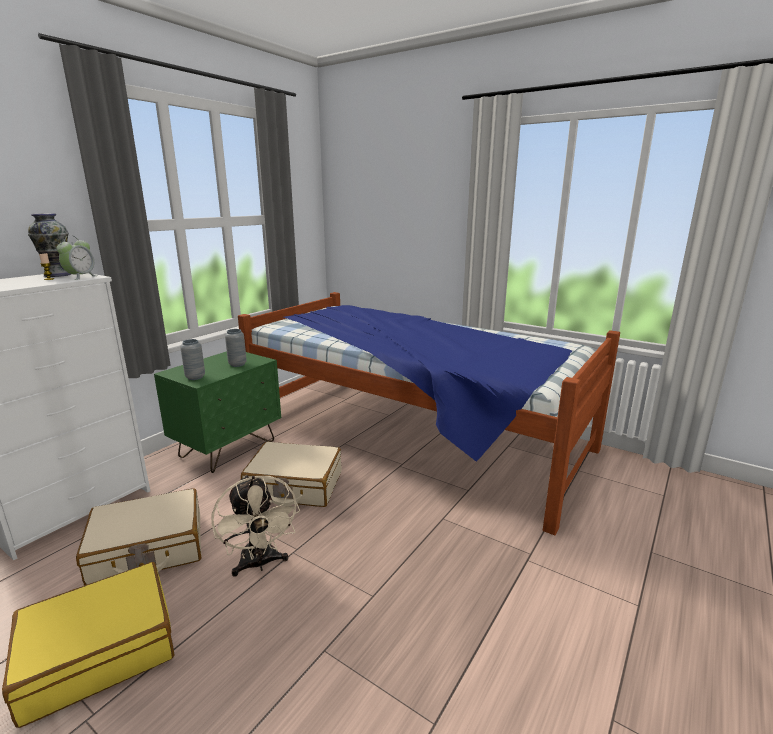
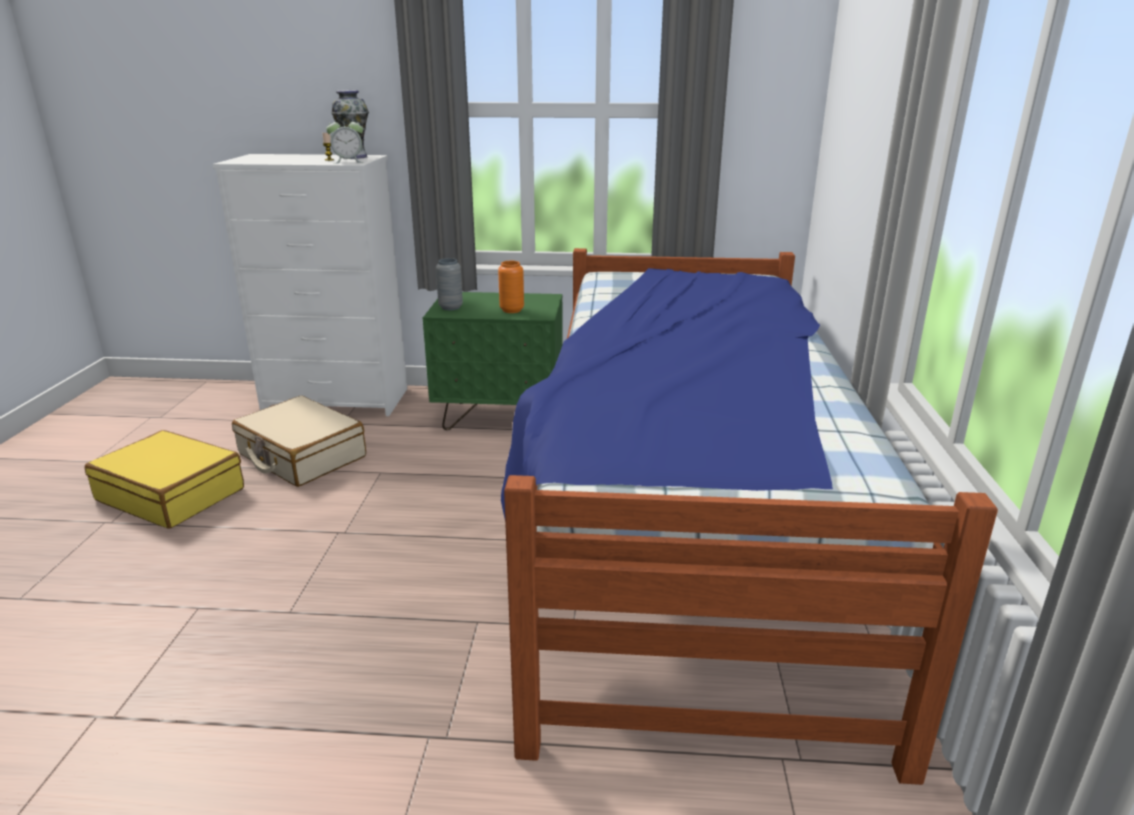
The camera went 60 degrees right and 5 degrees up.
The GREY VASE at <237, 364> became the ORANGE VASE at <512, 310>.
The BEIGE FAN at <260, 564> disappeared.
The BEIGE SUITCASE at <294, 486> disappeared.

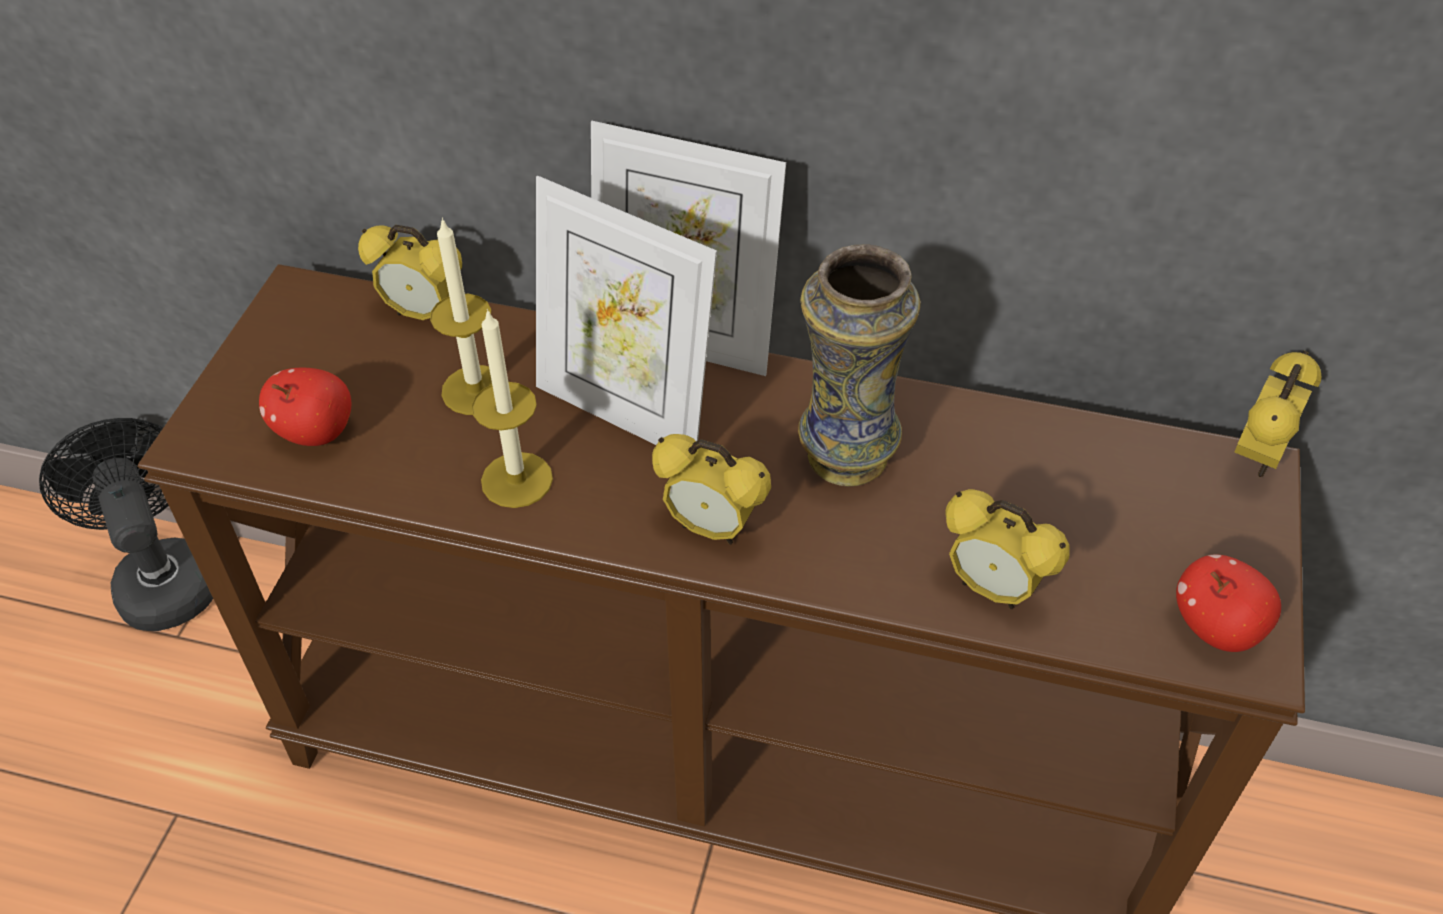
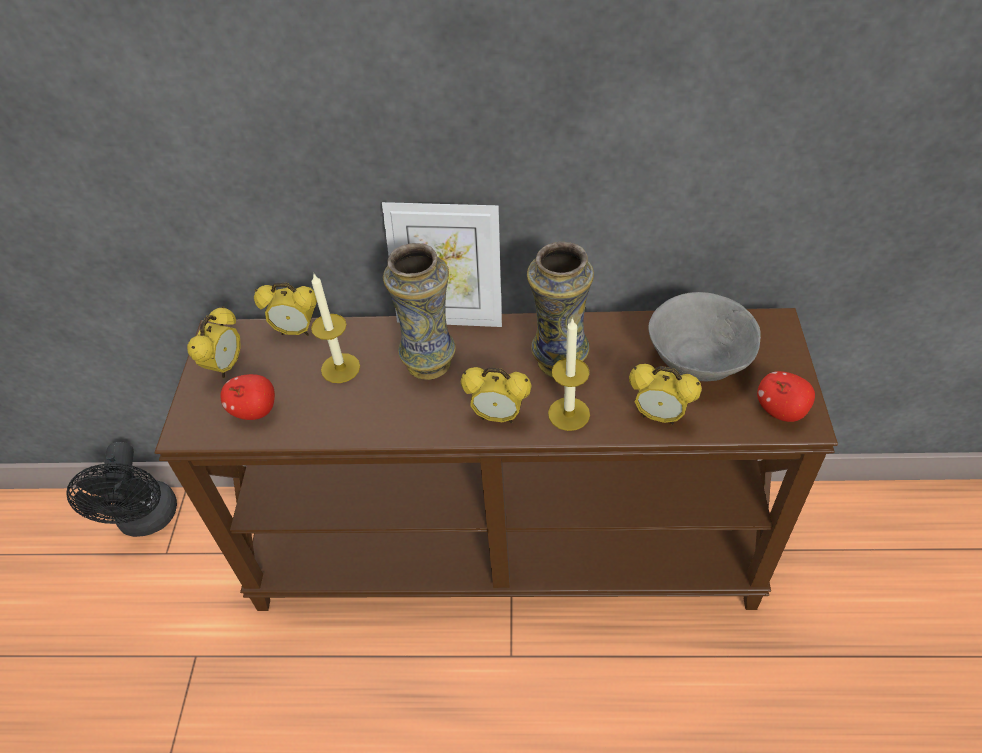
The camera went 10 degrees left and 0 degrees up.
The BLACK FAN at <163, 577> turned 150 degrees counterclockwise.
The ALARM CLOCK moved from <1258, 457> to <226, 367>.
The PICTURE FRAME at <625, 411> was replaced by the VASE at <429, 362>.
The CANDLE moved from <517, 480> to <569, 414>.
The GREY BOWL at <696, 361> appeared.

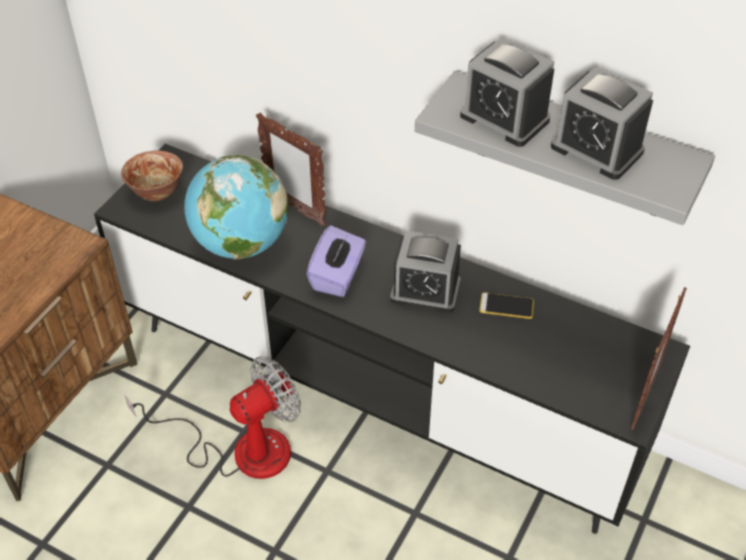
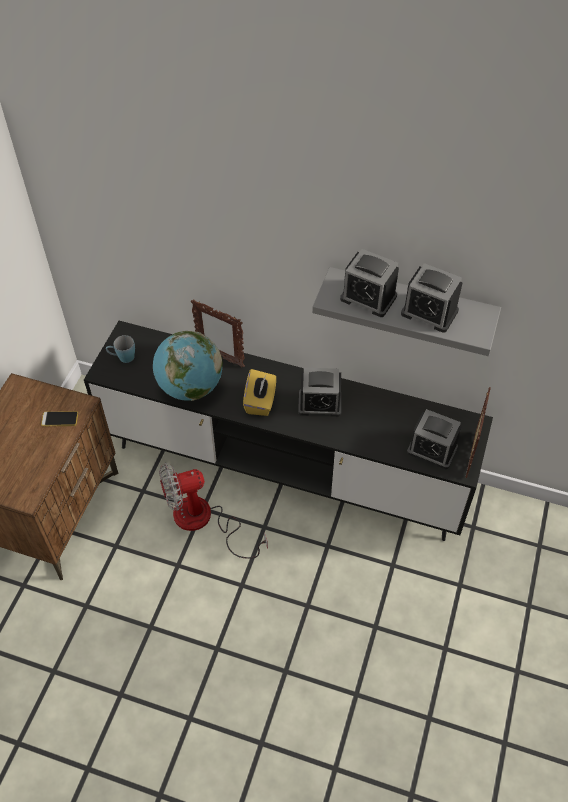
The camera went 10 degrees left and 5 degrees up.
The PHONE moved from <506, 306> to <59, 419>.
The BOWL at <156, 192> was replaced by the BLUE MUG at <122, 357>.
The FAN at <241, 449> turned 150 degrees counterclockwise.
The PURPLE TISSUE BOX at <338, 276> became the YELLOW TISSUE BOX at <260, 401>.
The ALARM CLOCK at <432, 450> appeared.

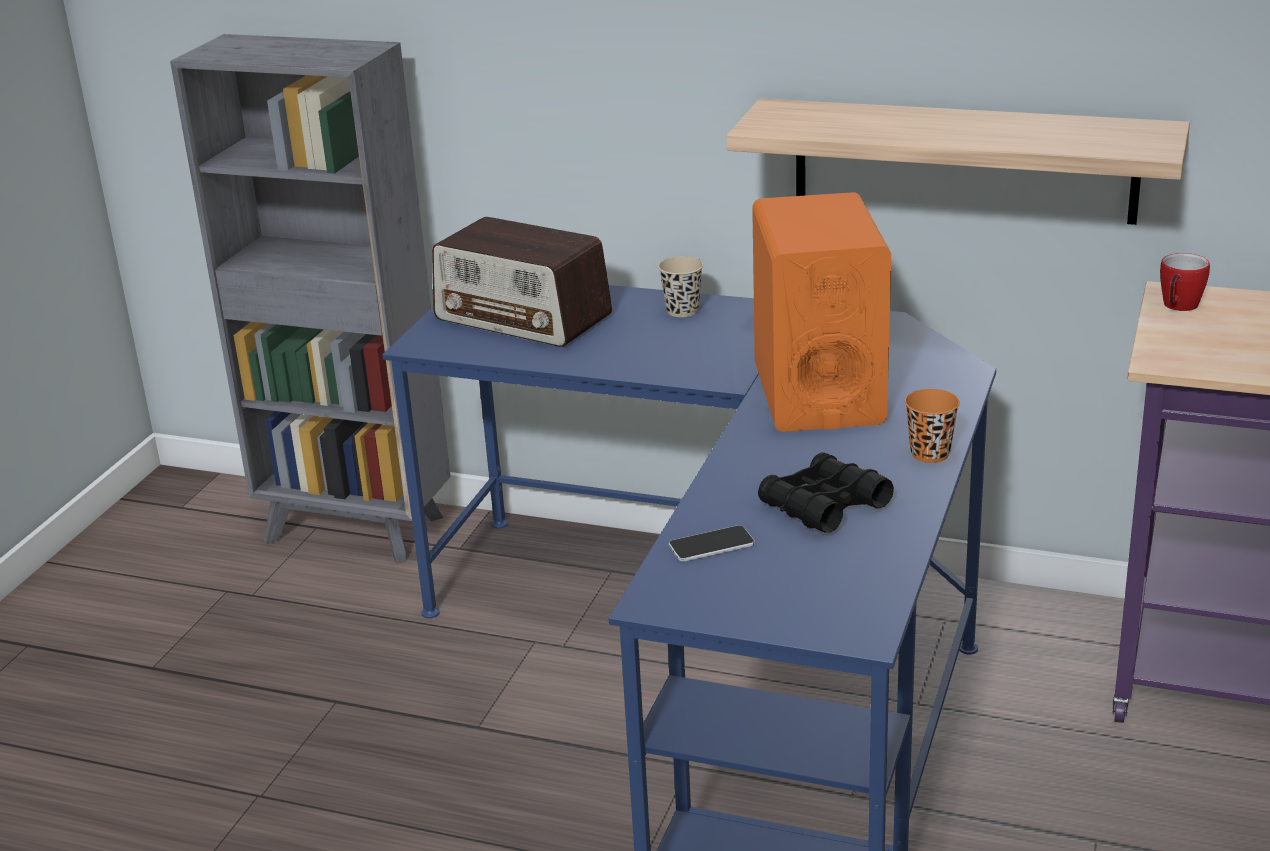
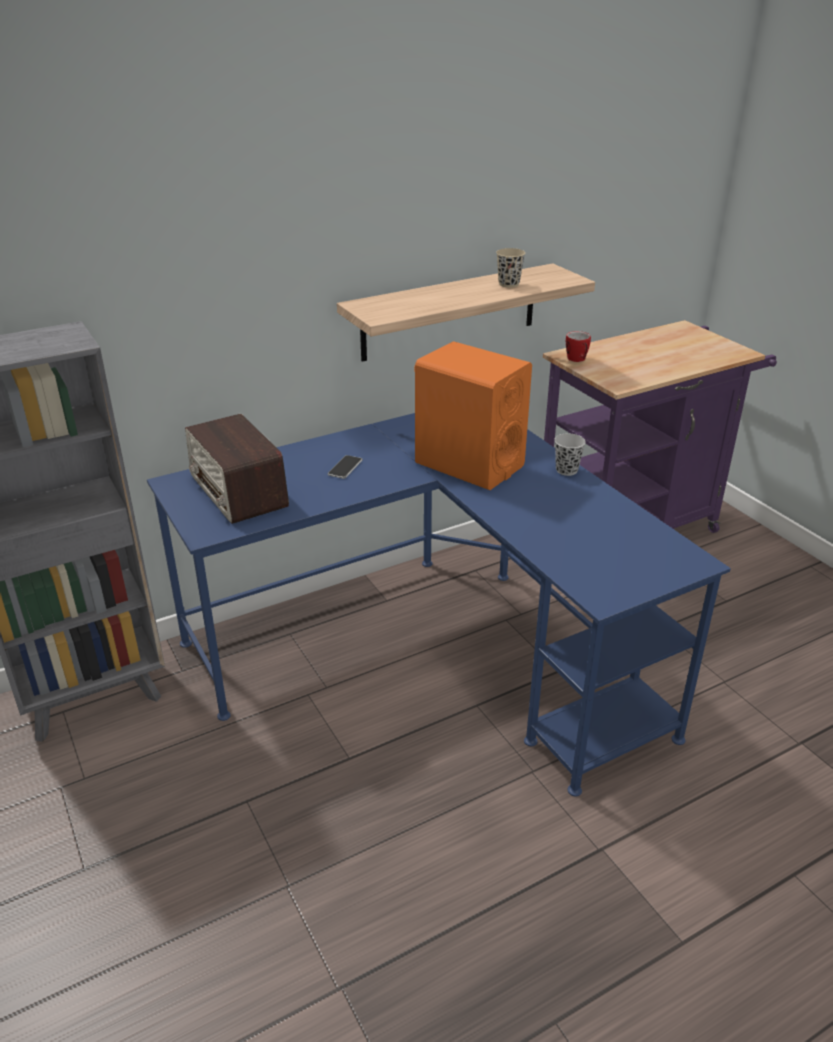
The camera went 50 degrees left and 5 degrees up.
The RADIO at <523, 318> turned 75 degrees clockwise.
The PHONE moved from <711, 545> to <345, 468>.
The BEIGE CUP moved from <682, 311> to <509, 284>.
The ORANGE CUP at <930, 454> became the BLACK CUP at <566, 470>.
The BLACK BINOCULARS at <824, 506> disappeared.

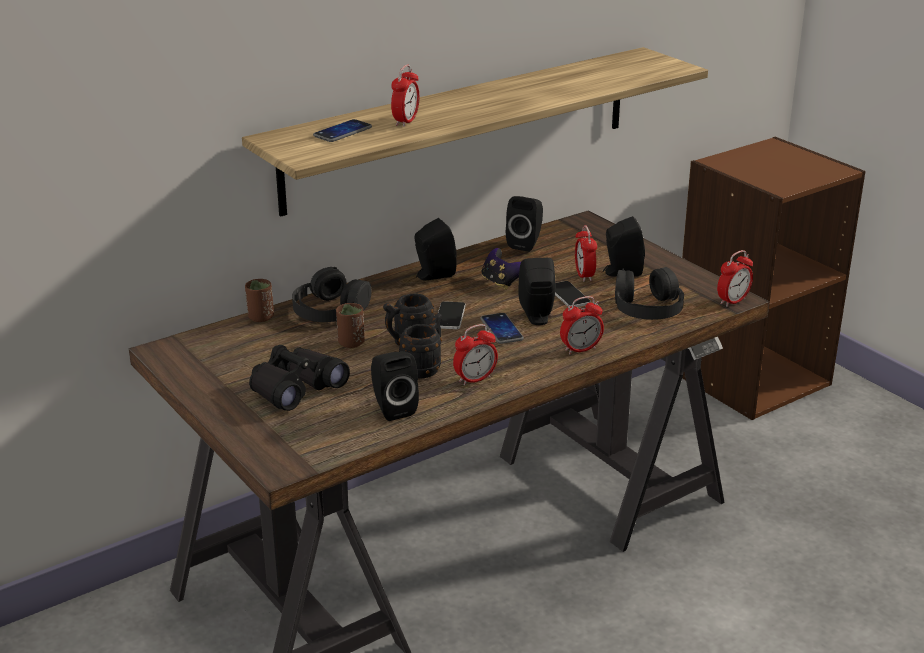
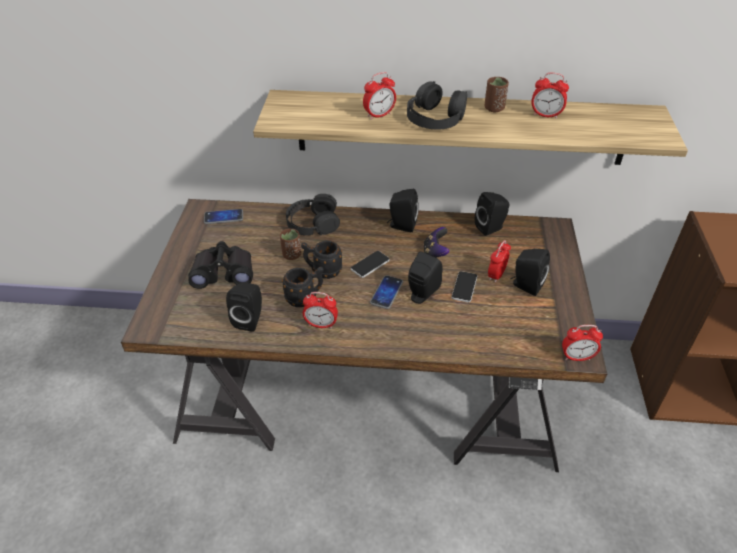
The camera went 40 degrees right and 15 degrees up.
The PHONE moved from <342, 132> to <223, 217>.
The BLACK HEADPHONES moved from <647, 306> to <435, 117>.
The BROWN CUP moved from <261, 317> to <494, 108>.
The ALARM CLOCK moved from <580, 349> to <545, 115>.

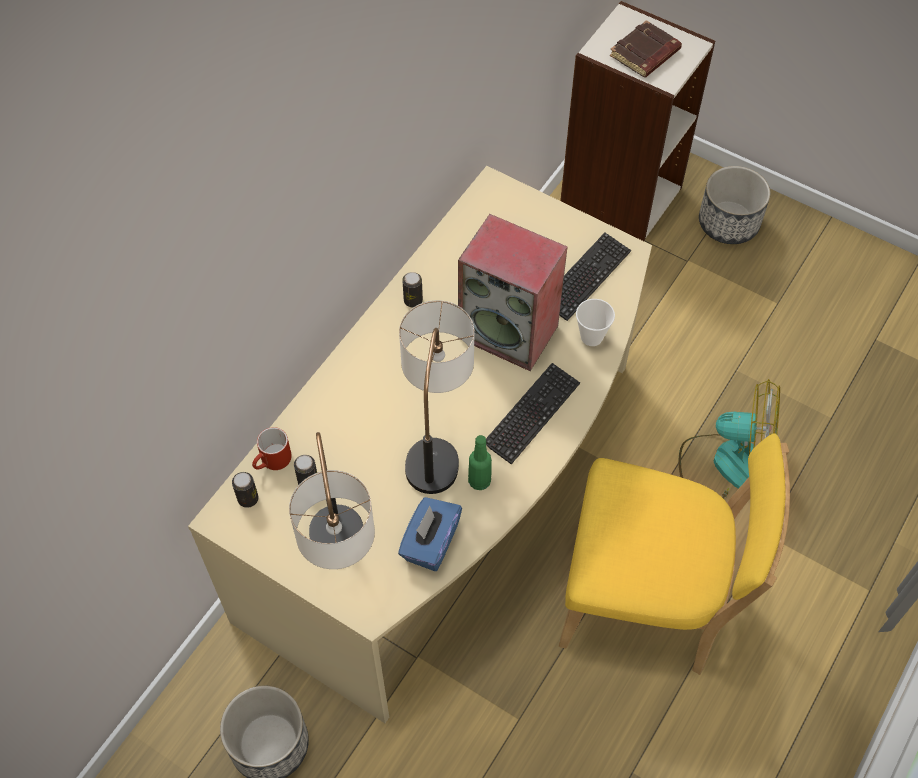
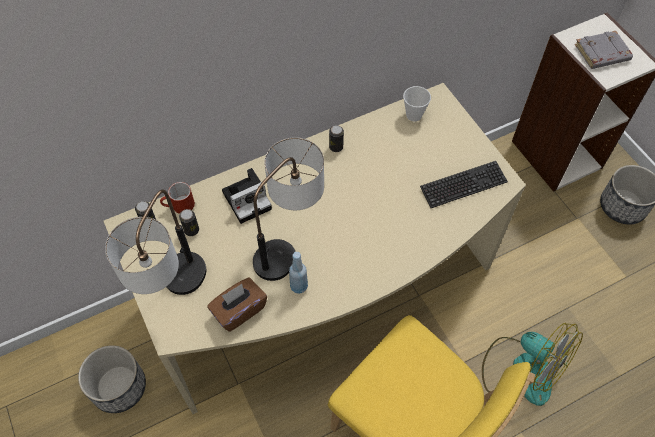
The camera went 30 degrees right and 0 degrees up.
The BLUE TISSUE BOX at <430, 543> became the BROWN TISSUE BOX at <239, 311>.
The PHOTO CAMERA at <248, 199> appeared.
The GREEN BOTTLE at <479, 481> became the BLUE BOTTLE at <299, 286>.
The CUP moved from <591, 337> to <414, 115>.
The BROWN BOOK at <645, 54> became the GREY BOOK at <601, 54>.
The SPEAKER at <510, 331> disappeared.
The KEYBOARD at <532, 414> disappeared.

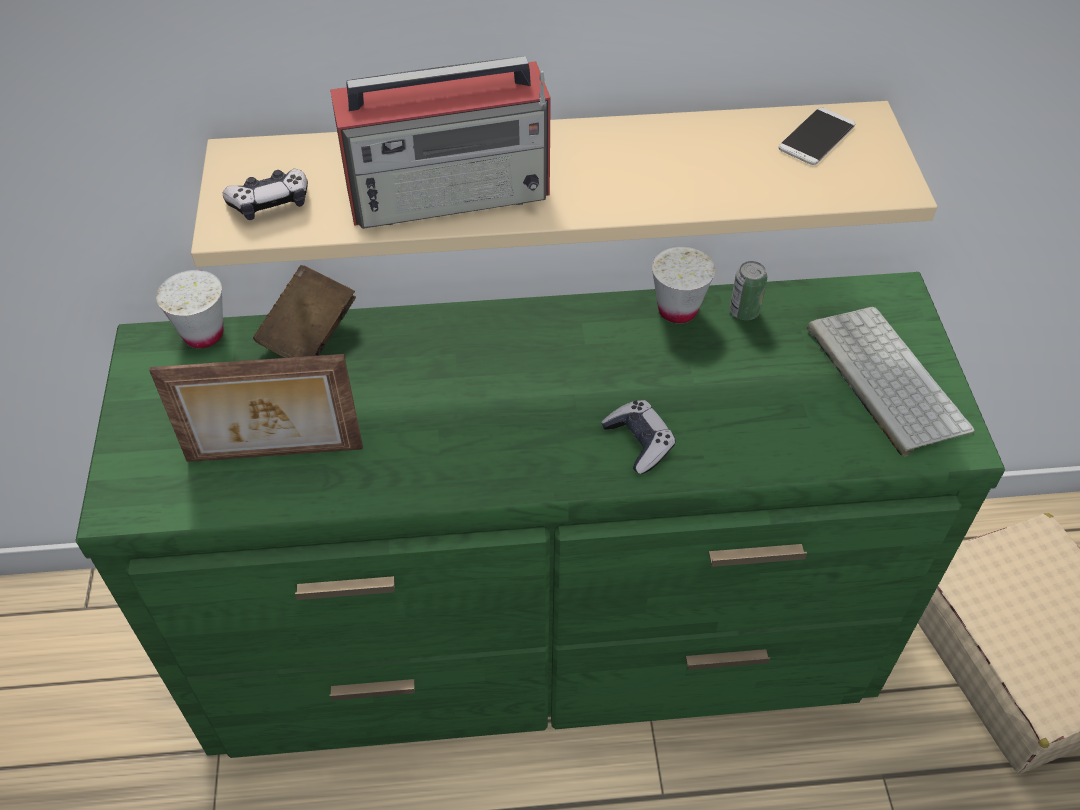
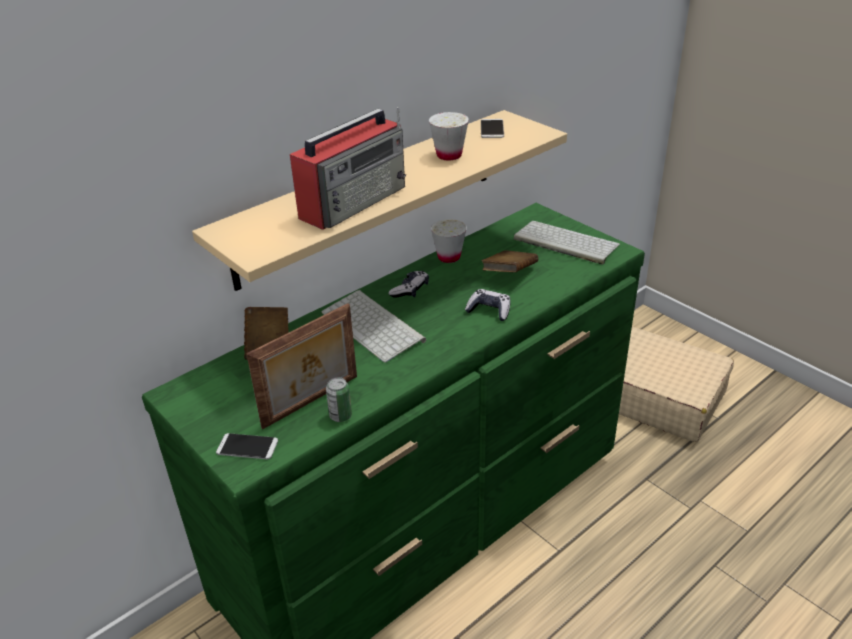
The camera went 35 degrees left and 15 degrees down.
The PHONE at <247, 447> appeared.
The KEYBOARD at <374, 326> appeared.
The CAN moved from <744, 311> to <340, 416>.
The GAME CONTROLLER moved from <270, 203> to <410, 290>.
The WHITE CUP moved from <203, 334> to <449, 155>.
The BROWN BOOK at <509, 274> appeared.

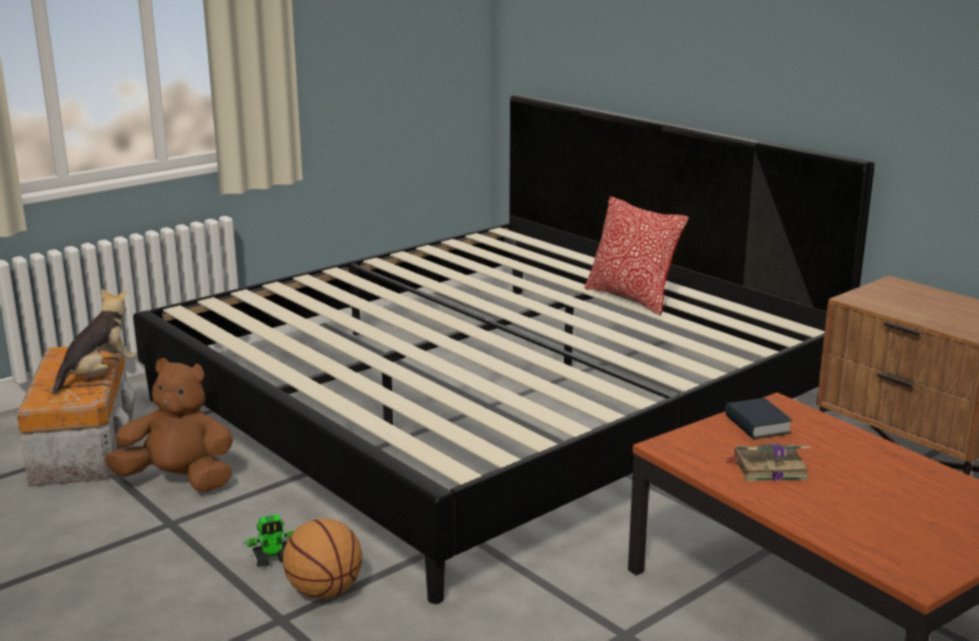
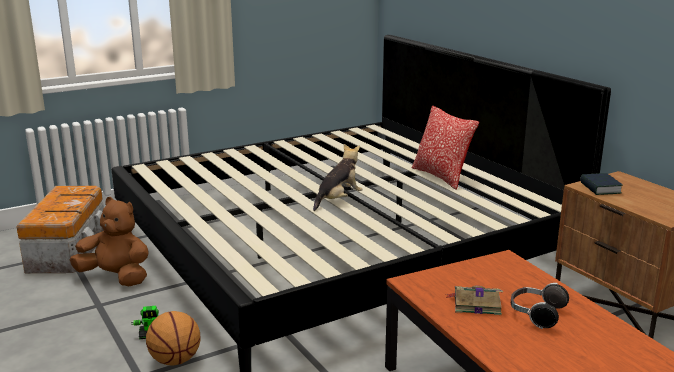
The camera went 10 degrees right and 0 degrees up.
The PLUSH TOY moved from <98, 374> to <338, 200>.
The HEADPHONES at <536, 314> appeared.
The BOOK moved from <757, 425> to <600, 188>.

